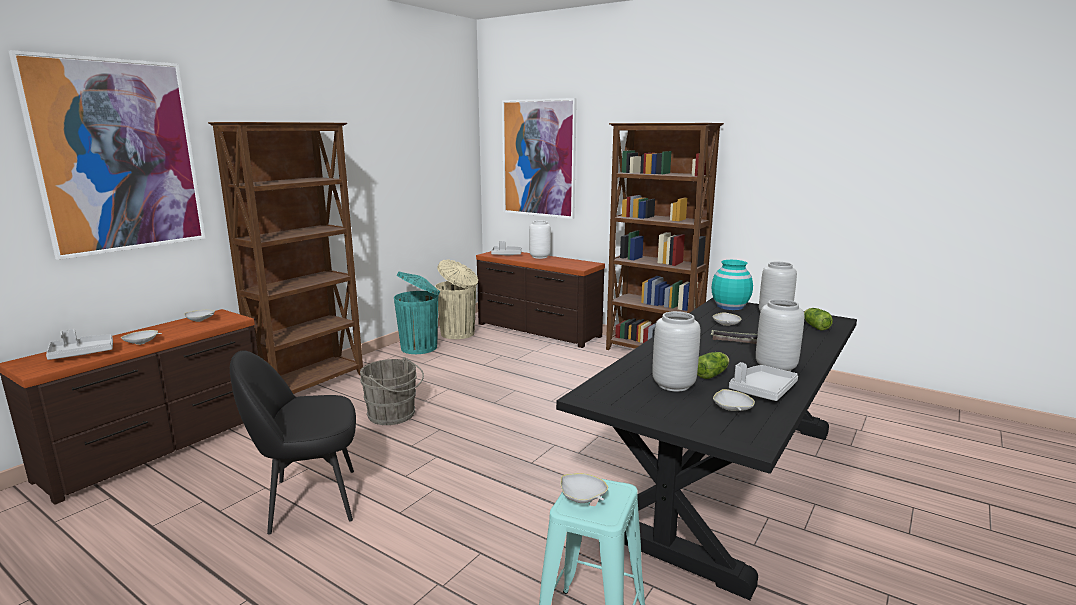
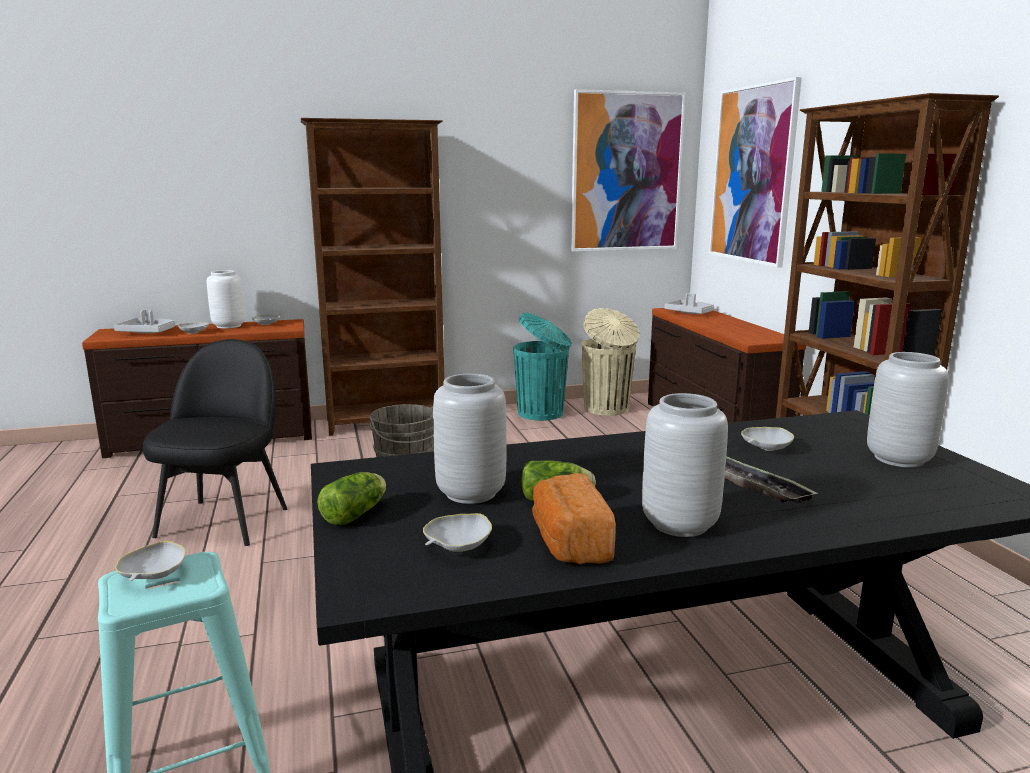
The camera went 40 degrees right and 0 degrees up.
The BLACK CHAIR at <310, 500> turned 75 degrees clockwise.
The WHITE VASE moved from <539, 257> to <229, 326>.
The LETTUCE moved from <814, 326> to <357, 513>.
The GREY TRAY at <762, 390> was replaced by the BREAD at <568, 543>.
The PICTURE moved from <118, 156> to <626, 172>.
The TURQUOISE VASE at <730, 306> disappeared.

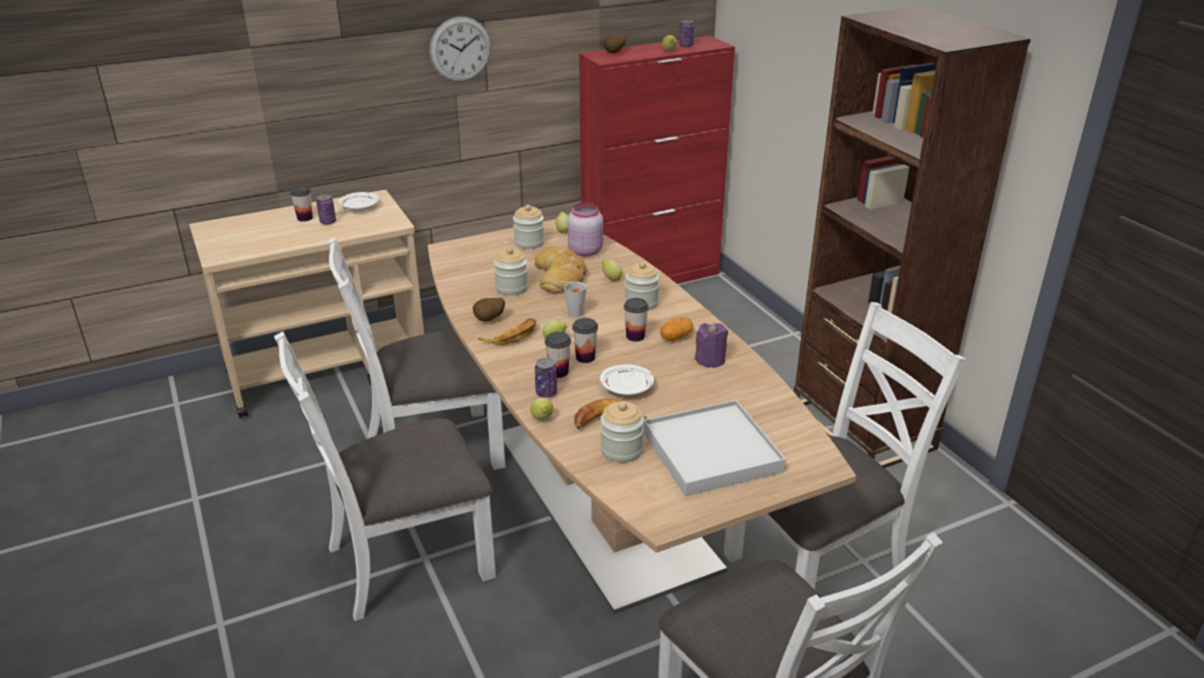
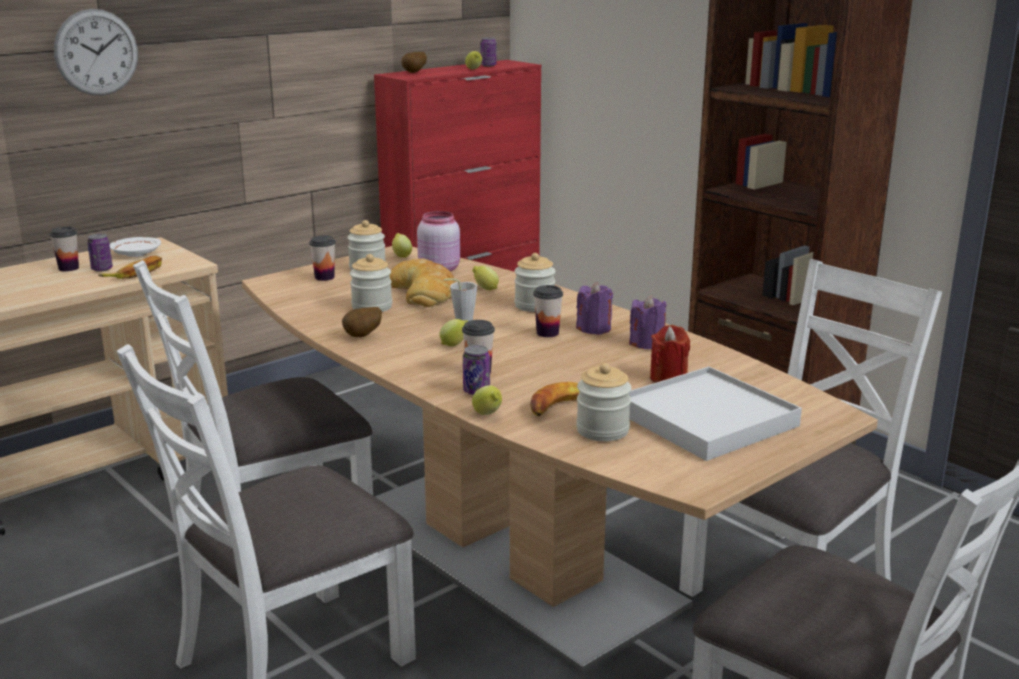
The camera went 15 degrees left and 10 degrees down.
The WALL CLOCK moved from <460, 49> to <96, 52>.
The BANANA moved from <511, 336> to <135, 273>.
The CUP moved from <585, 357> to <324, 277>.
The POTATO at <676, 337> was replaced by the PURPLE CANDLE at <594, 329>.
The RED CANDLE at <668, 378> appeared.
The WHITE PLATE at <627, 388> disappeared.

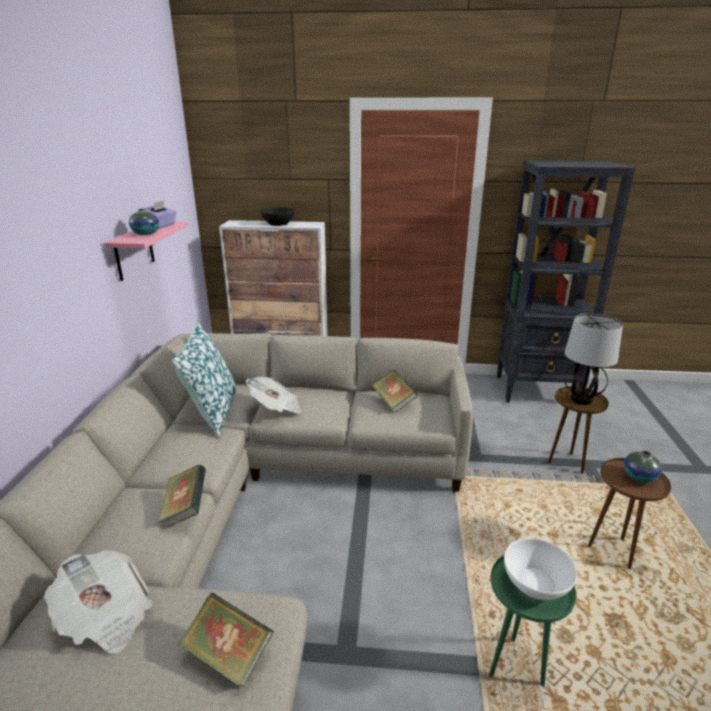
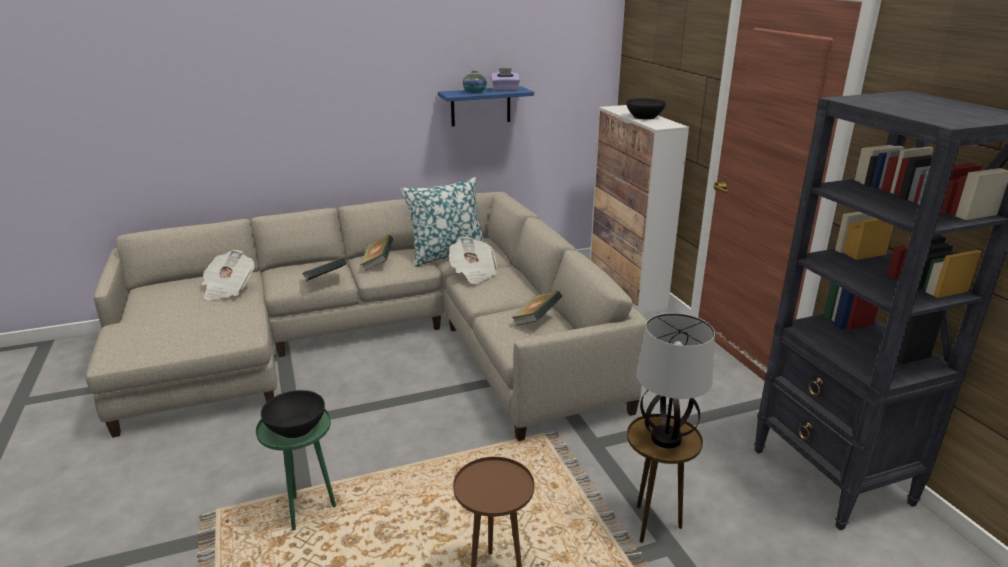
The camera went 65 degrees right and 0 degrees up.
The WHITE BOWL at <535, 583> became the BLACK BOWL at <296, 427>.
The BOOK moved from <229, 655> to <378, 264>.
The PINK SHELF at <134, 251> became the BLUE SHELF at <480, 106>.
The VASE at <639, 477> disappeared.

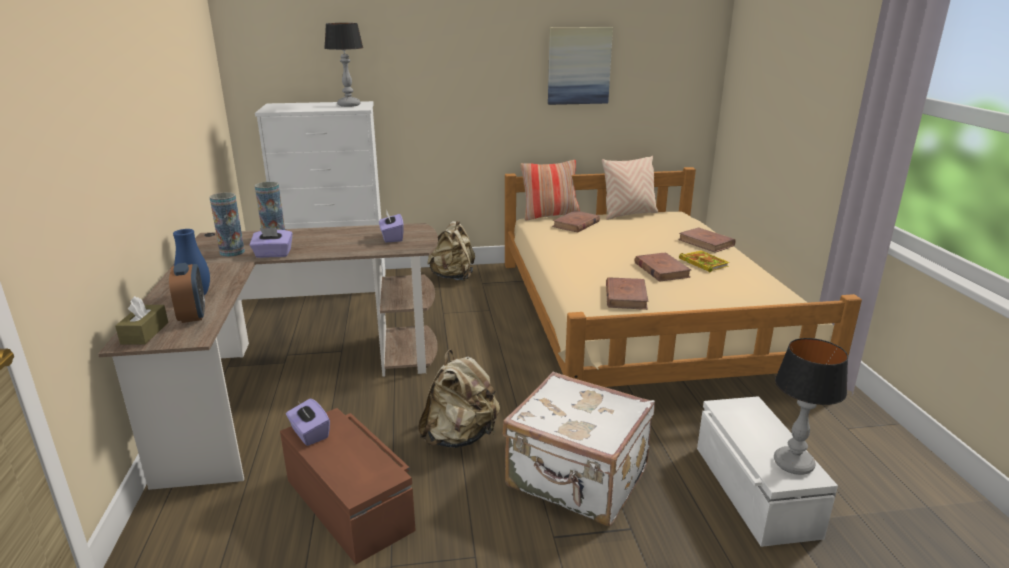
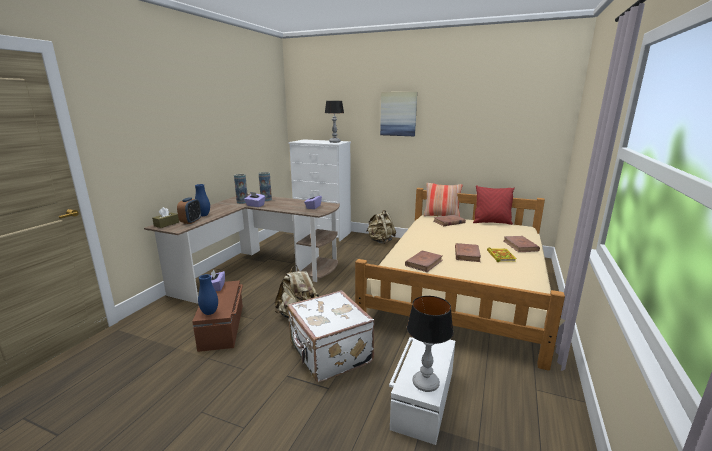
The camera went 30 degrees right and 5 degrees down.
The BLUE VASE at <209, 313> appeared.
The PICTURE moved from <579, 66> to <398, 114>.
The BEIGE PILLOW at <628, 214> became the RED PILLOW at <491, 222>.

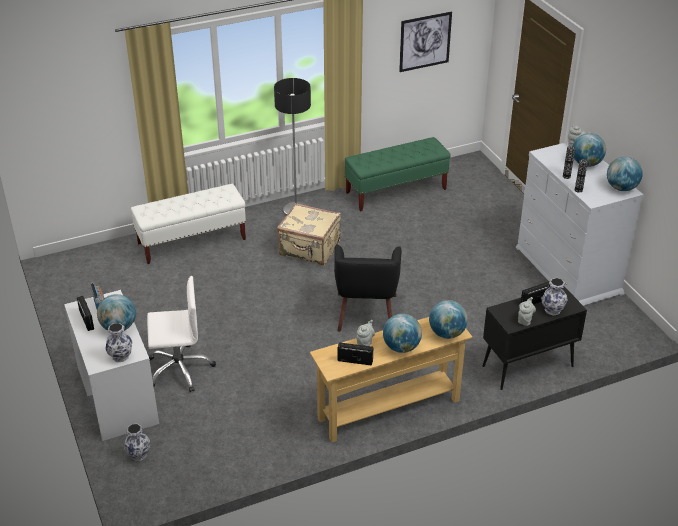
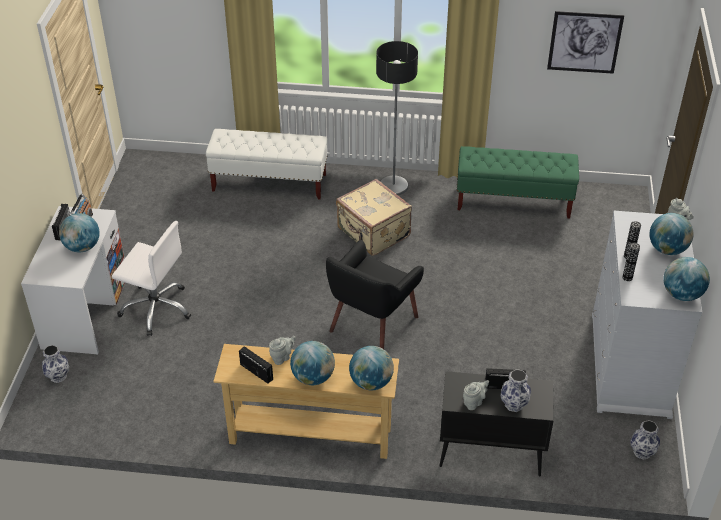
The camera went 30 degrees right and 5 degrees up.
The VASE moved from <120, 356> to <642, 451>.

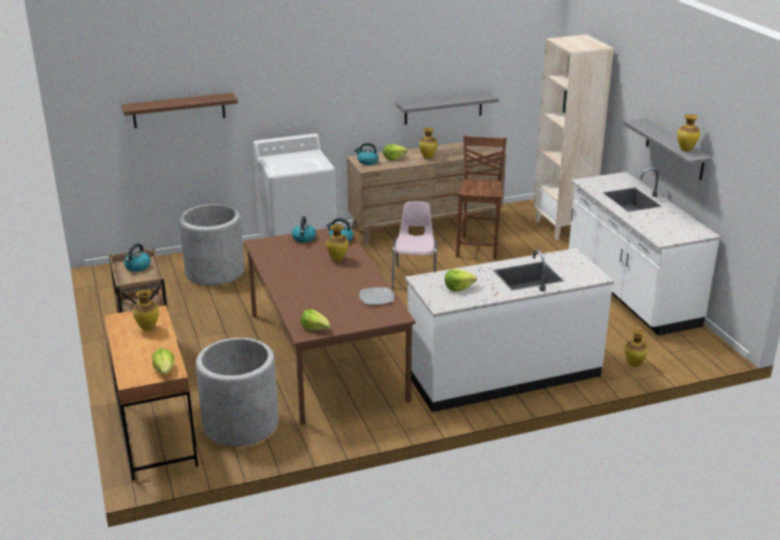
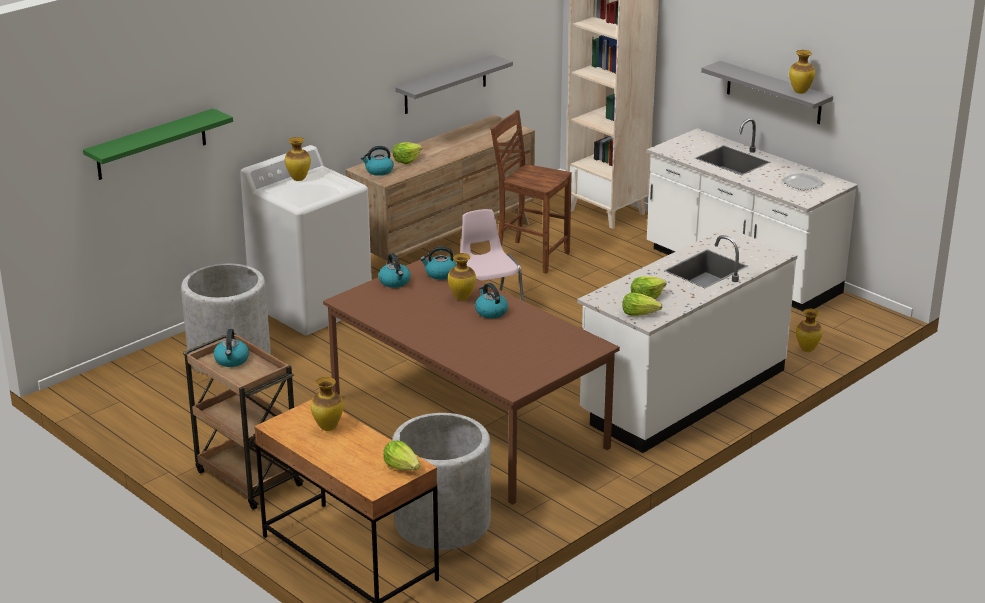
The camera went 25 degrees left and 0 degrees up.
The BROWN SHELF at <179, 110> became the GREEN SHELF at <151, 144>.
The VASE moved from <427, 157> to <298, 179>.
The KETTLE at <490, 312> appeared.
The BROWN CHAIR at <478, 247> turned 45 degrees counterclockwise.
The LETTUCE moved from <315, 328> to <639, 313>.
The PLATE moved from <376, 297> to <801, 183>.

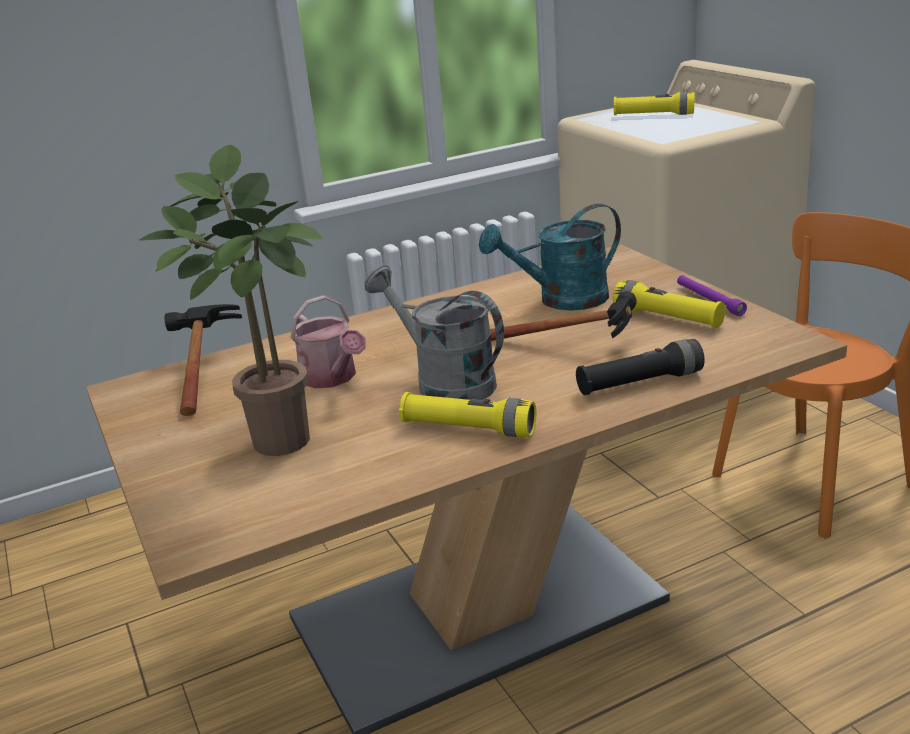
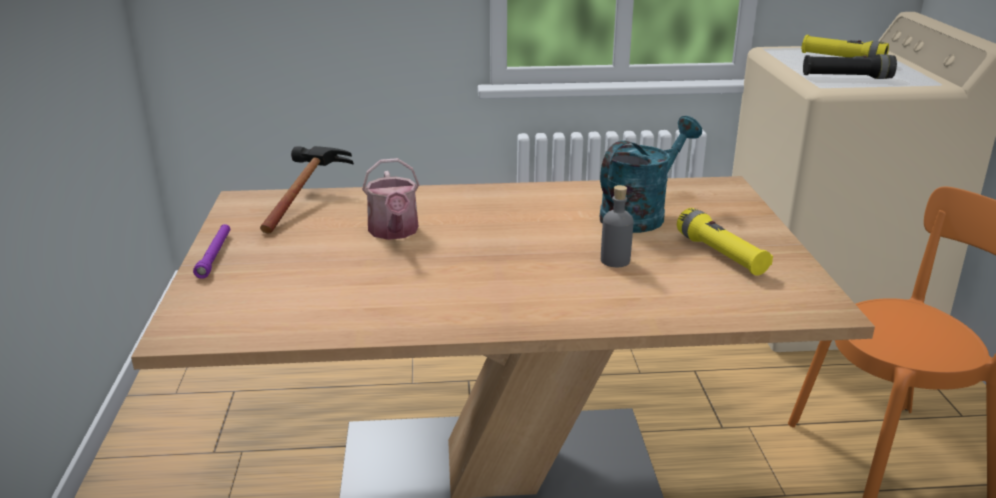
The camera went 20 degrees right and 0 degrees up.
The PURPLE FLASHLIGHT moved from <709, 300> to <215, 255>.
The TURQUOISE WATERING CAN at <562, 300> turned 135 degrees clockwise.
The HAMMER at <579, 348> was replaced by the GREY BOTTLE at <615, 260>.
The BLACK FLASHLIGHT moved from <639, 383> to <846, 77>.
The POTTED PLANT at <271, 440> disappeared.
The GREY WATERING CAN at <444, 382> disappeared.
The YELLOW FLASHLIGHT at <468, 429> disappeared.

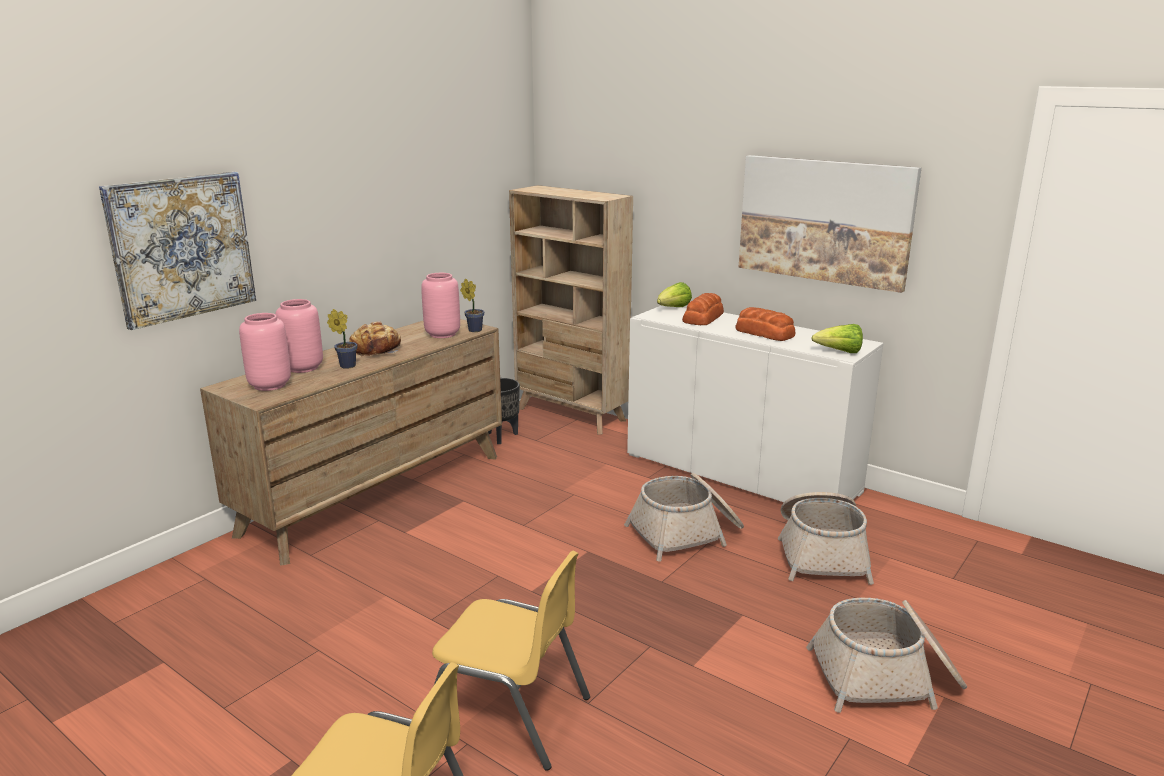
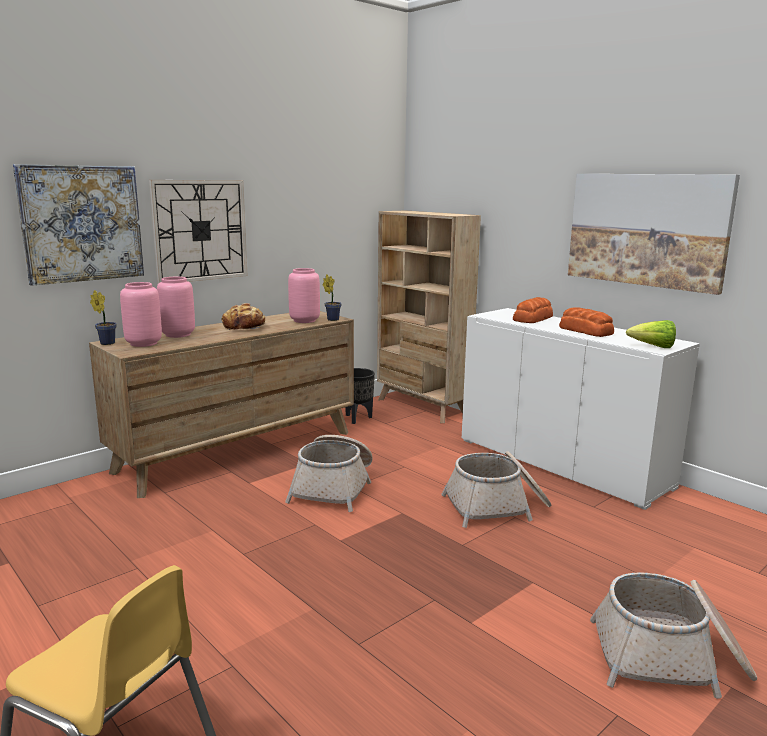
The camera went 10 degrees right and 5 degrees down.
The POTTED PLANT moved from <346, 366> to <106, 343>.
The WALL CLOCK at <200, 230> appeared.
The BASKET moved from <821, 553> to <334, 487>.
The YELLOW CHAIR at <508, 715> disappeared.
The LETTUCE at <673, 308> disappeared.

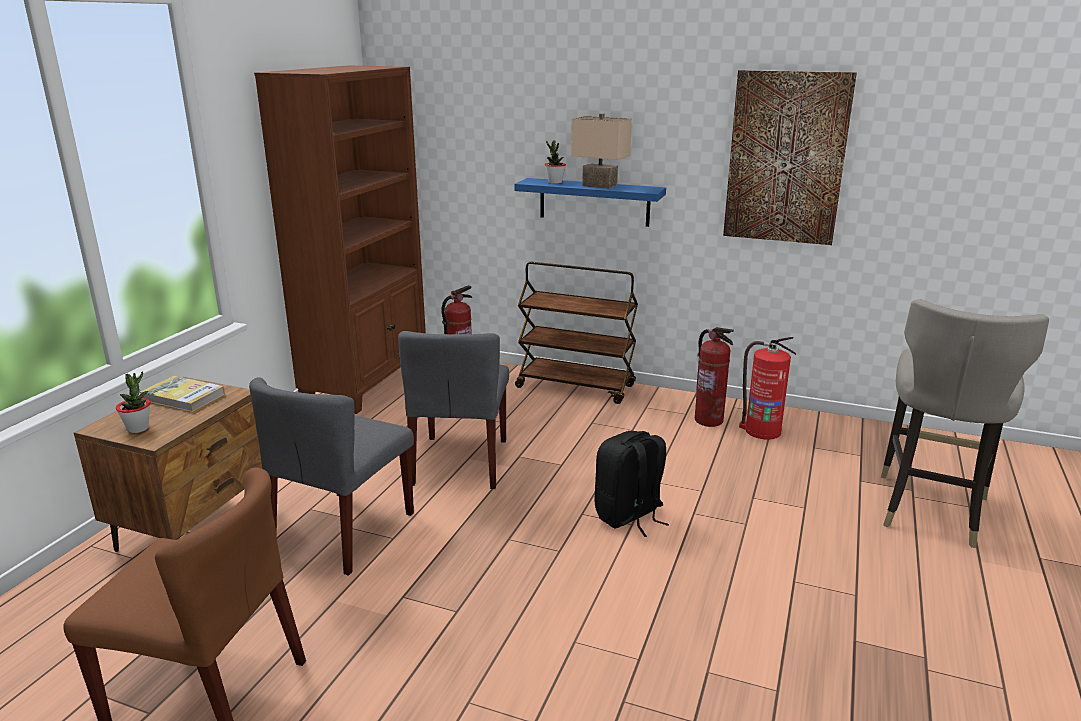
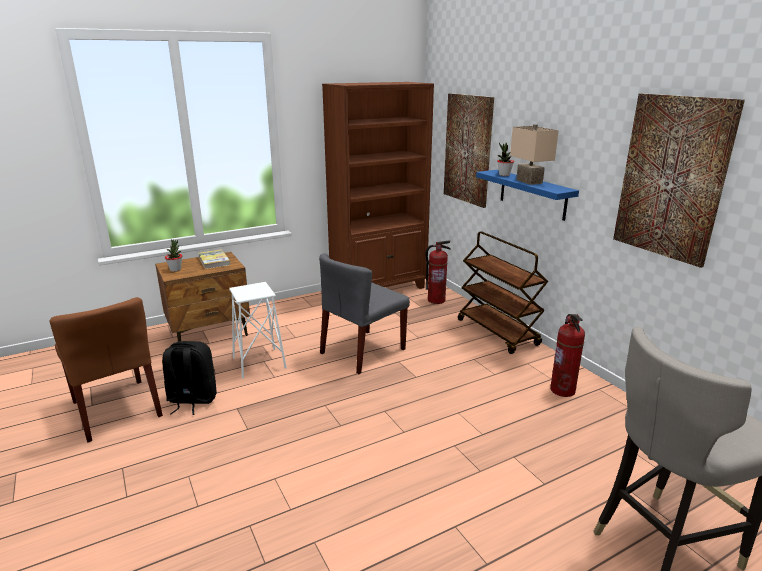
The camera went 40 degrees right and 0 degrees up.
The BLACK BACKPACK moved from <629, 516> to <192, 400>.
The GREY CHAIR at <343, 531> was replaced by the WHITE STOOL at <259, 363>.
The PICTURE at <468, 149> appeared.
The FIRE EXTINGUISHER at <761, 430> disappeared.

